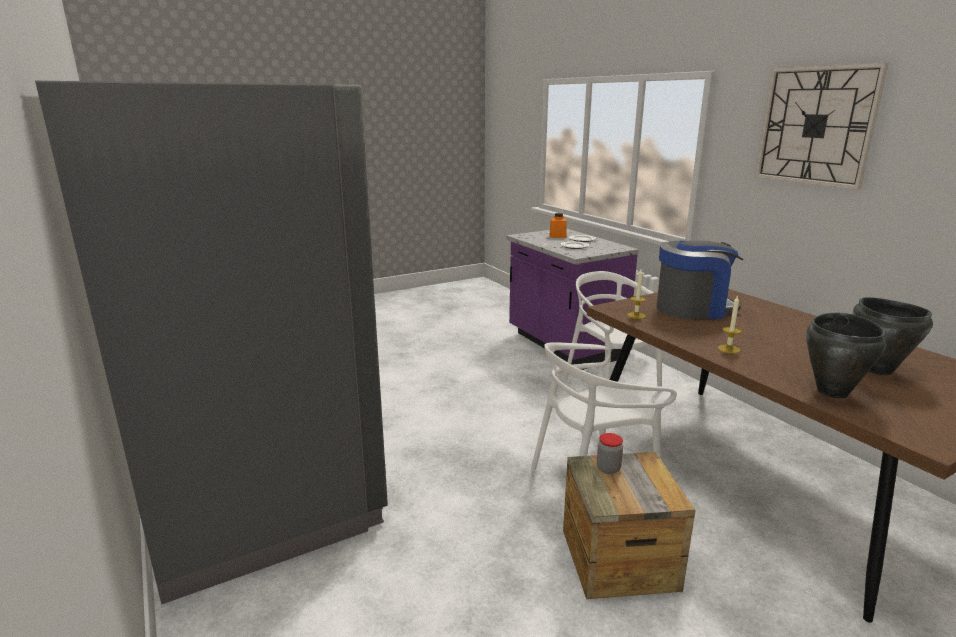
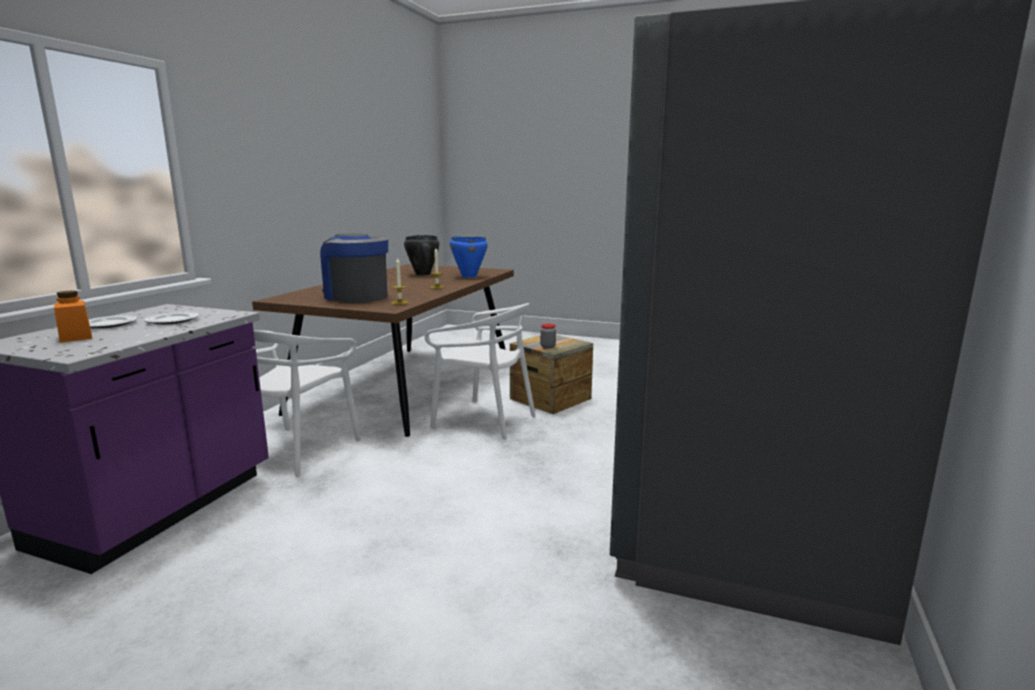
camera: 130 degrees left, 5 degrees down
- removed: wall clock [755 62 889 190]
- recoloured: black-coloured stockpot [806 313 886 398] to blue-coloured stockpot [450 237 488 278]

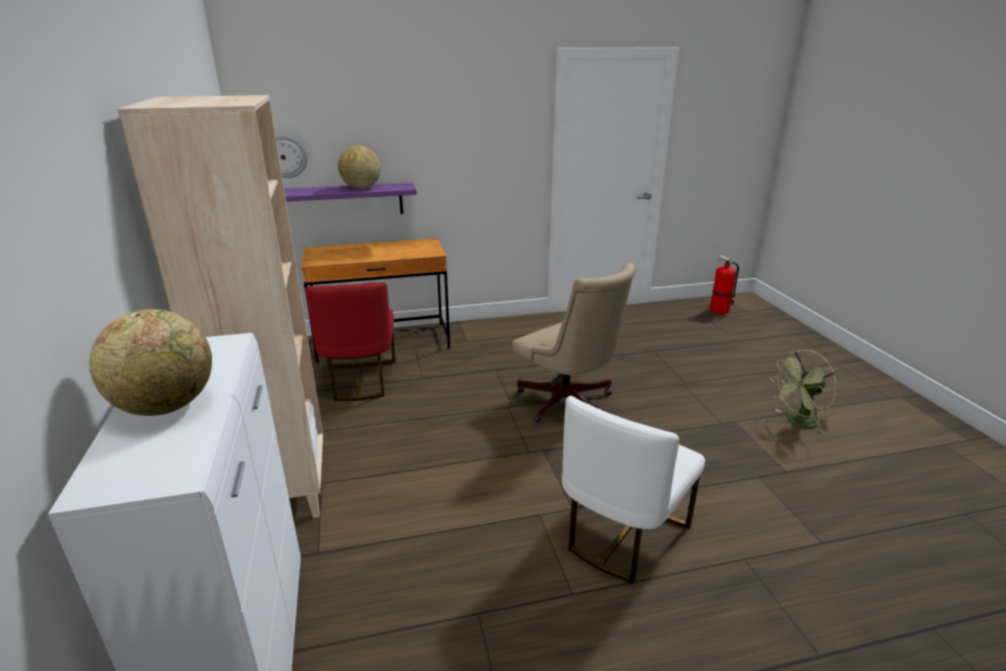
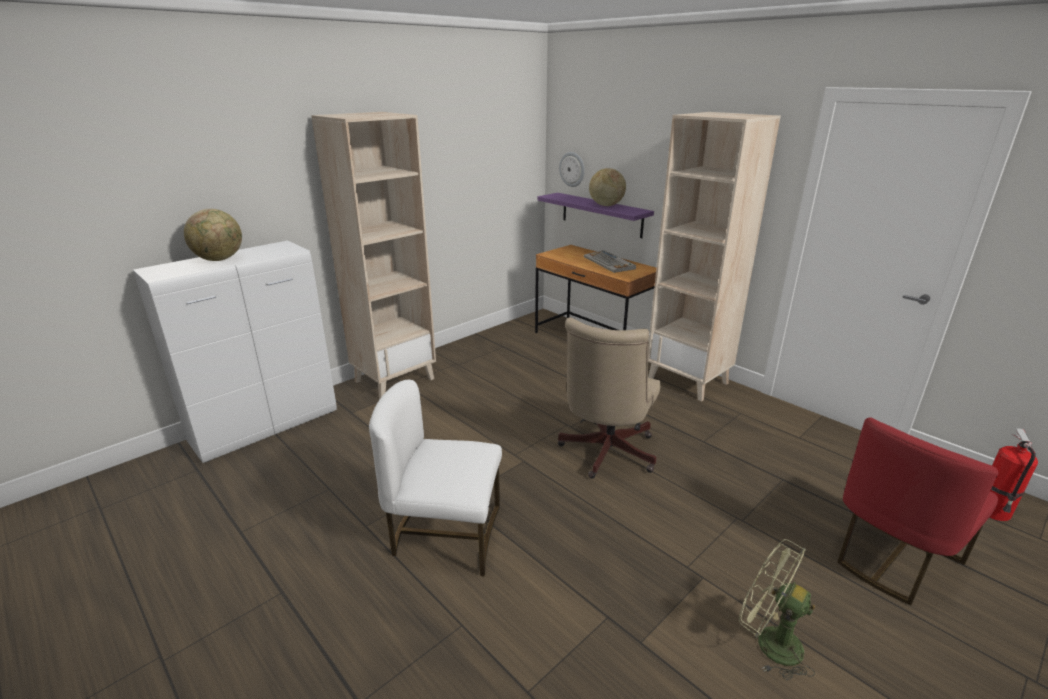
camera: 60 degrees right, 0 degrees up
- added: PC keyboard [584 250 636 273]
- added: beige-coloured bookcase [648 112 781 402]
- moved: reddish plain chair [305 282 396 401] to [837 417 998 605]

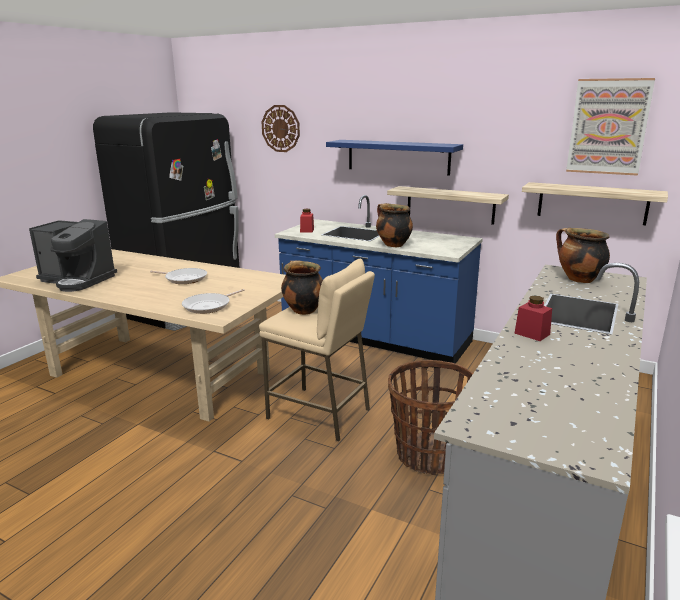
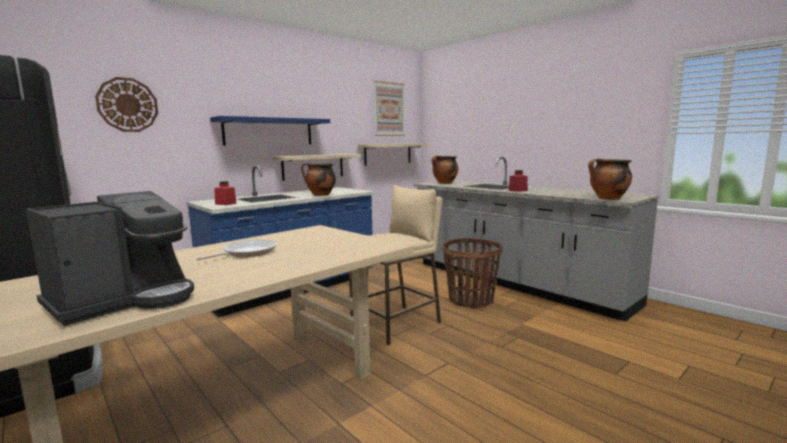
camera: 70 degrees left, 10 degrees down
- removed: frying pan [182 289 244 314]
- moved: stockpot [281 260 323 315] to [588 158 632 200]

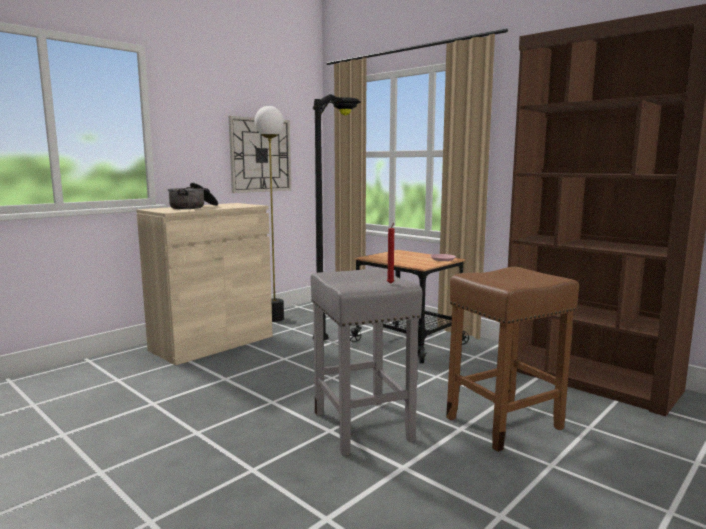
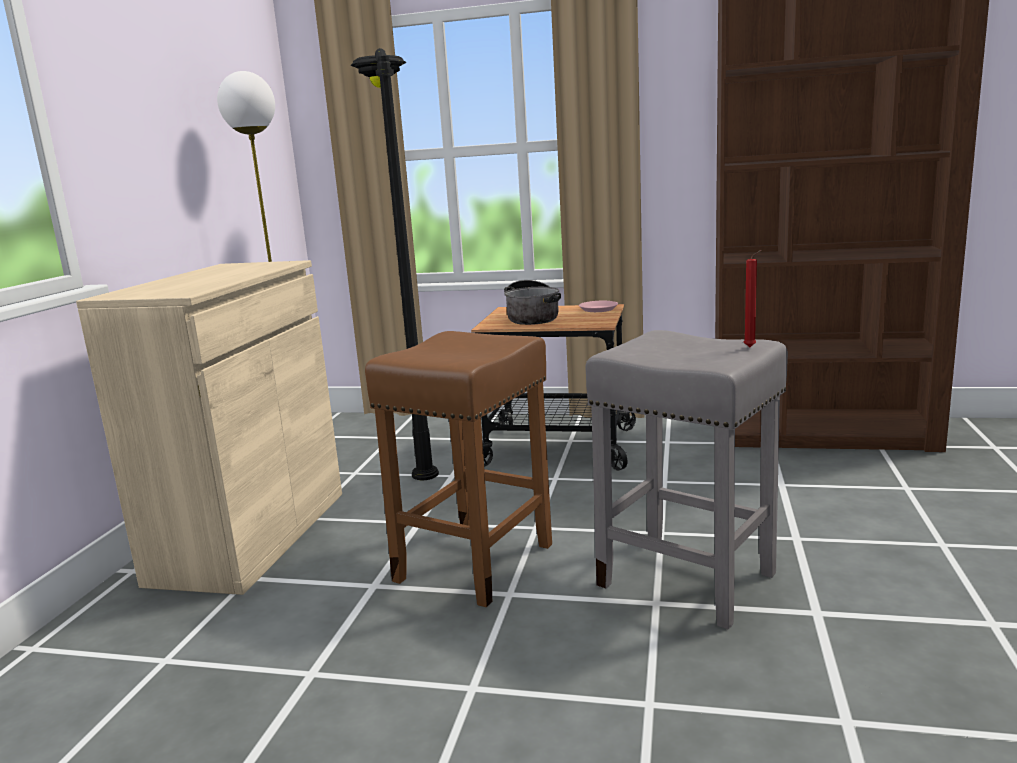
camera: 30 degrees left, 5 degrees up
- removed: wall clock [229 116 291 193]
- moved: stockpot [167 183 218 209] to [504 280 561 325]
- moved: brown-coloured stool seat [446 267 579 452] to [365 331 552 607]

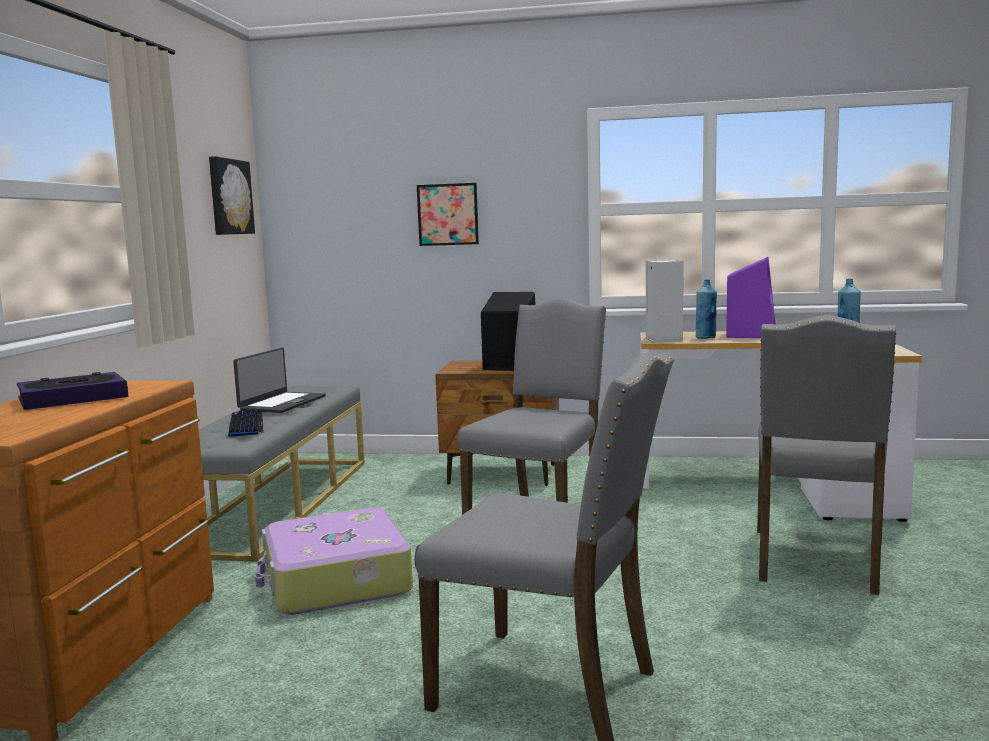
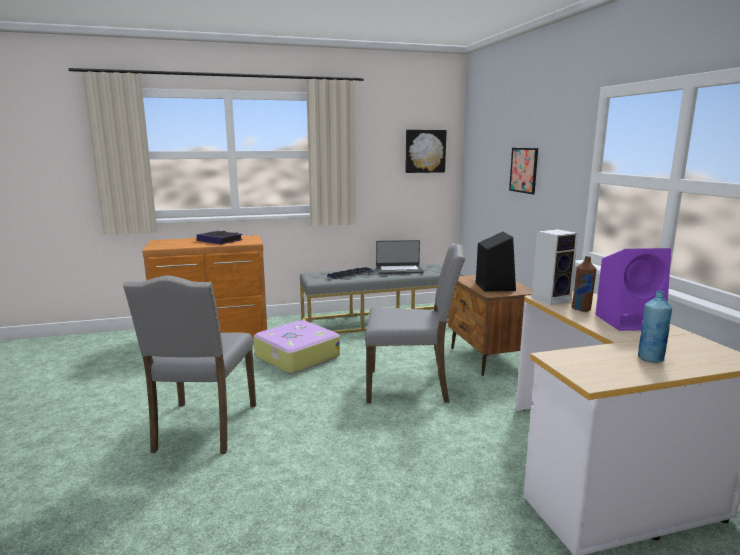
camera: 65 degrees right, 5 degrees up
- removed: greyish plain chair [757 315 897 595]
- recoloured: blue-coloured bottle [696 280 717 339] to brown-coloured bottle [572 256 596 312]

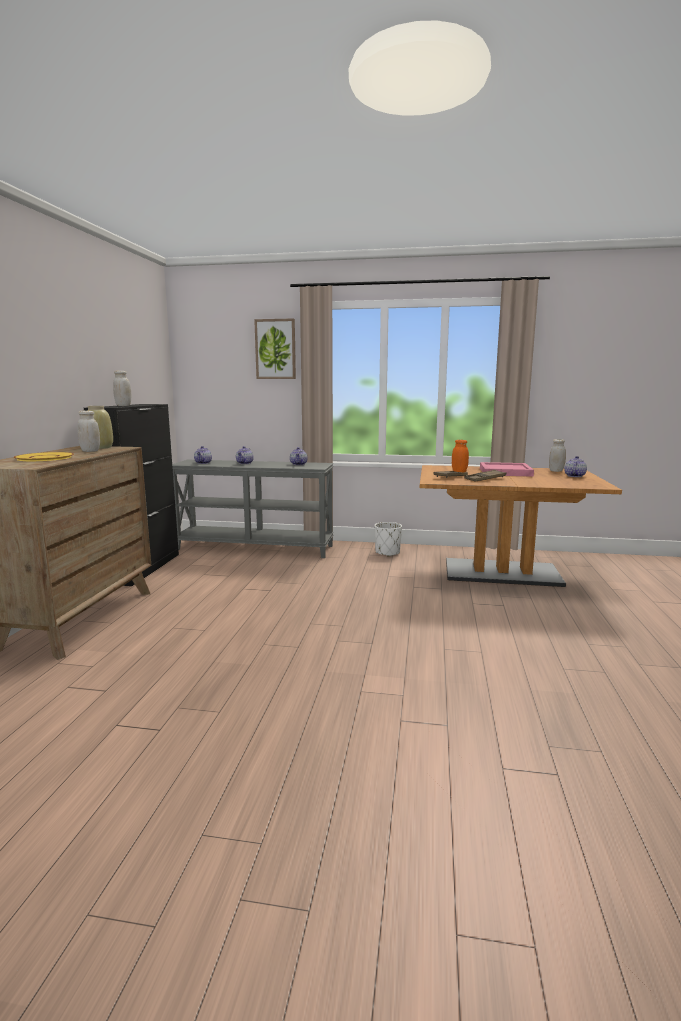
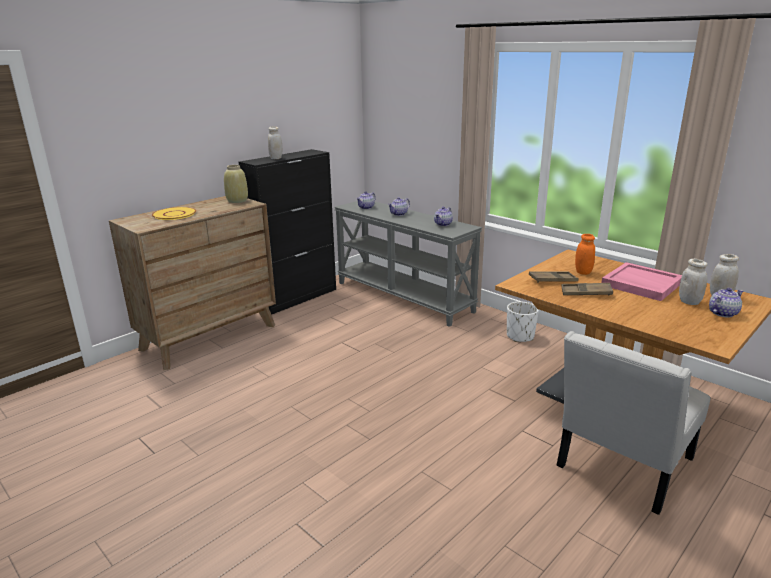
camera: 35 degrees right, 10 degrees up
- removed: wall art [254 318 296 379]
- added: white plain chair [556 331 710 515]
- moved: white jar [77 410 100 452] to [679 259 707 305]

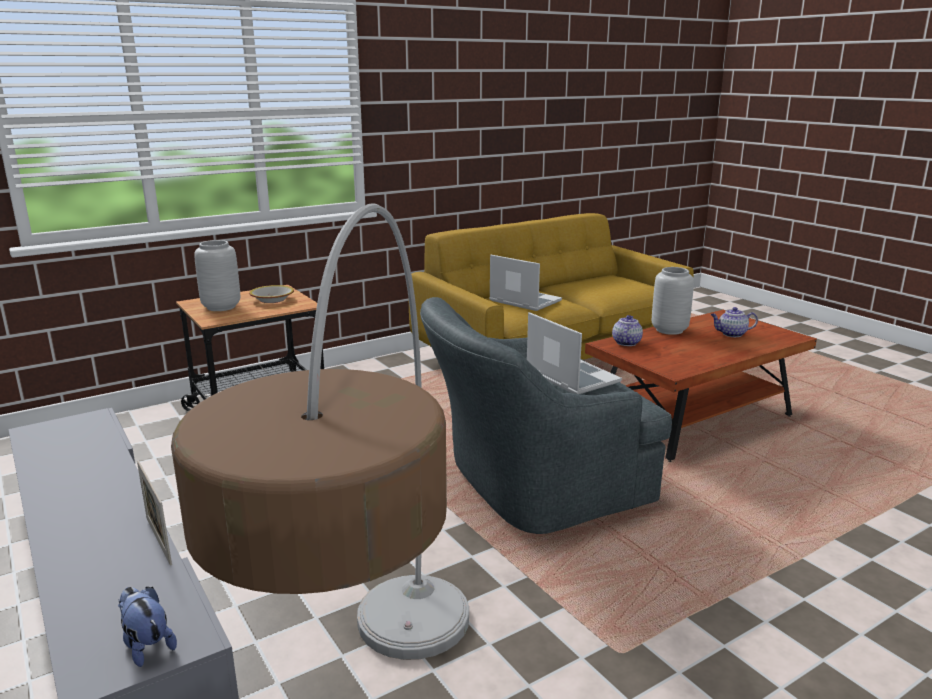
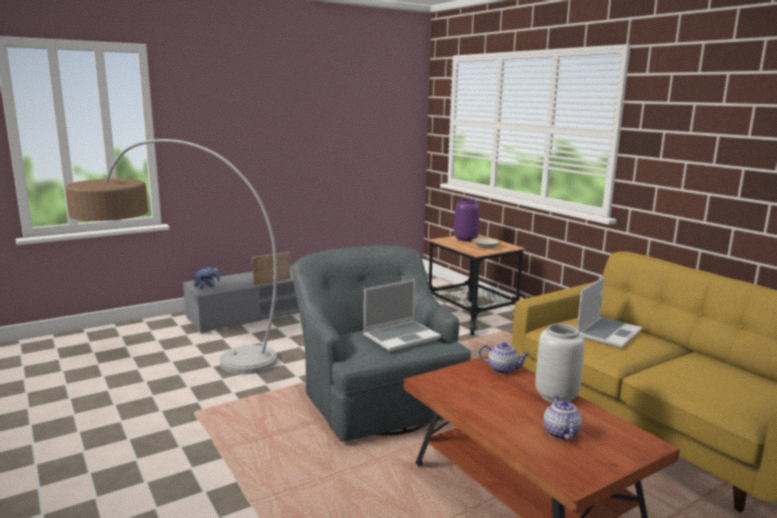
camera: 90 degrees right, 5 degrees down
- recoloured: greyish decorative vase [194 240 240 311] to purplish decorative vase [454 199 480 242]

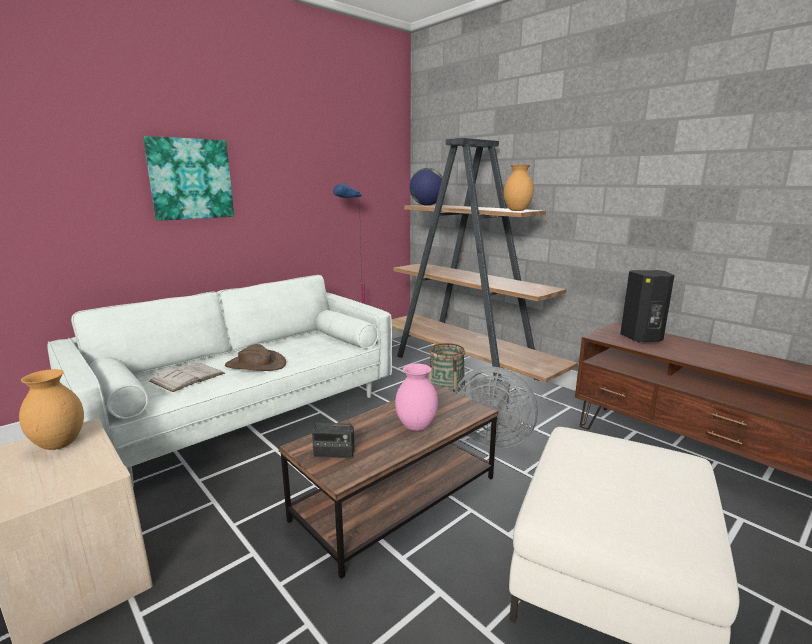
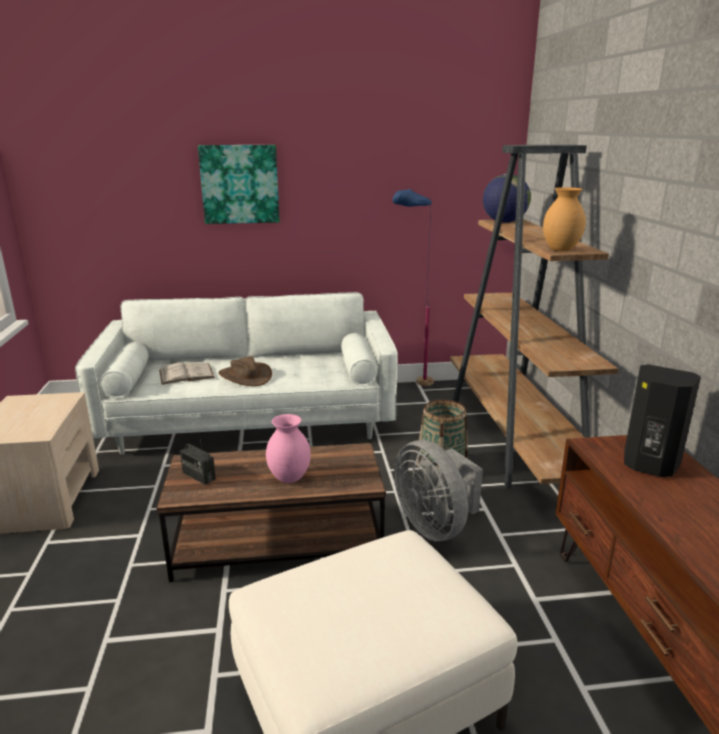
camera: 35 degrees right, 5 degrees up
- removed: brown-coloured decorative vase [19 369 84 450]

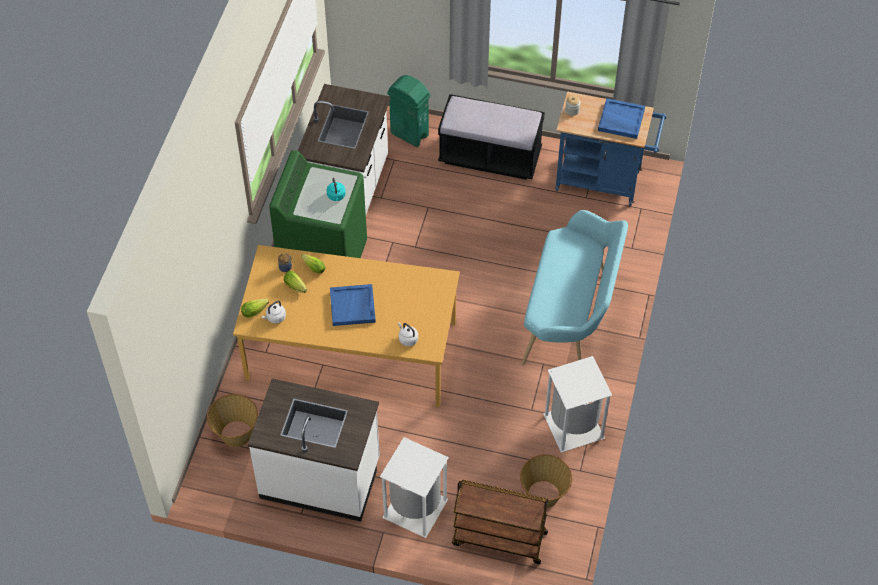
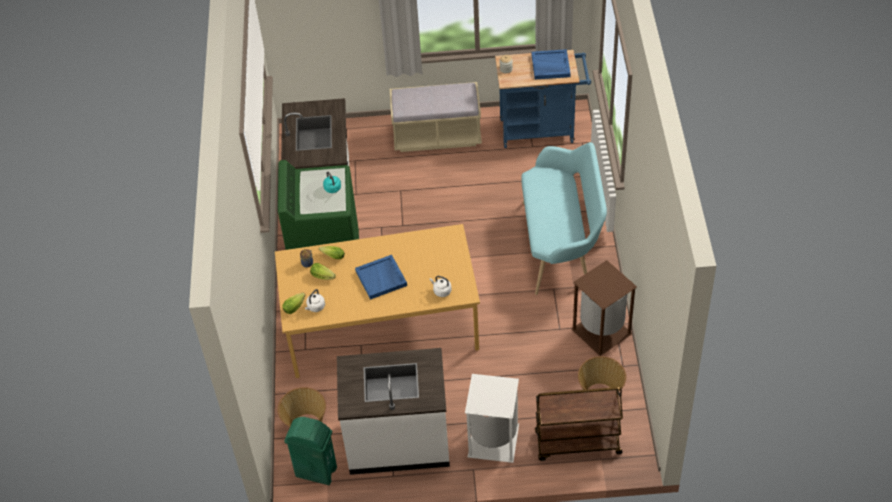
camera: 15 degrees left, 5 degrees down
- moved: greenish trash can [387 75 430 147] to [284 417 337 485]
- recoloured: black-coloured long seat [438 94 545 180] to beige-coloured long seat [390 82 482 152]
- recoloured: white trash can [543 356 612 453] to brown-coloured trash can [571 260 637 356]

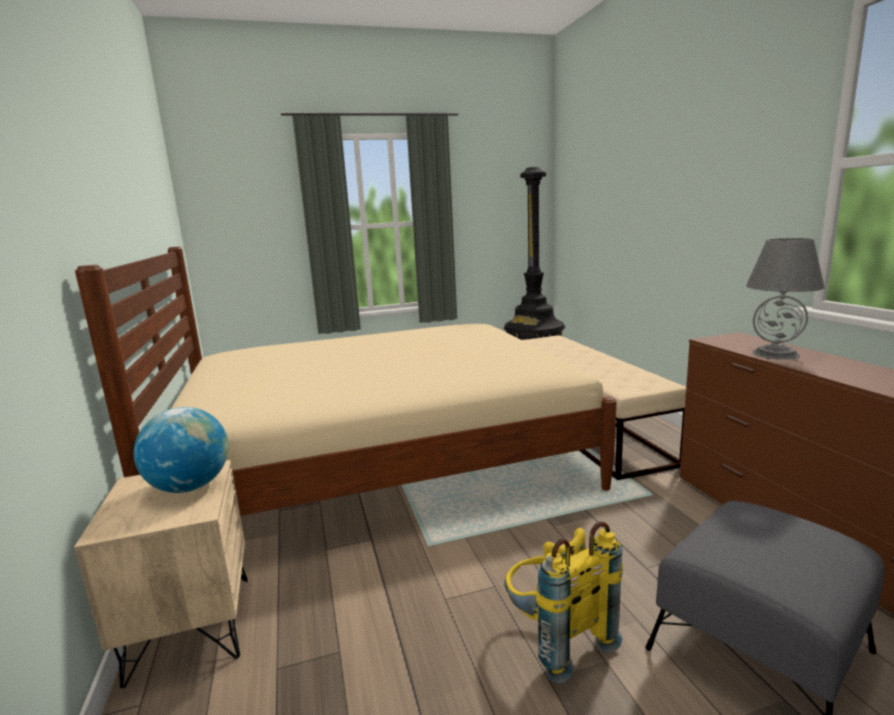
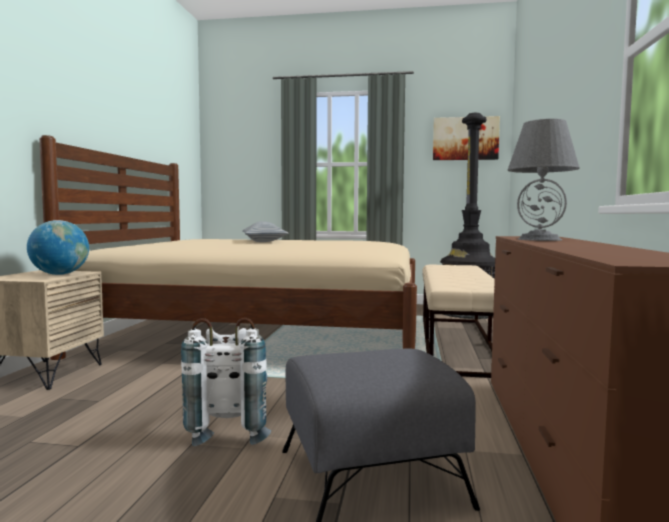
camera: 25 degrees right, 10 degrees down
- added: throw pillow [242 221 289 242]
- added: wall art [433 116 500 160]
- recoloured: yellow-coloured knapsack [504 521 623 683] to white knapsack [181 318 271 446]

